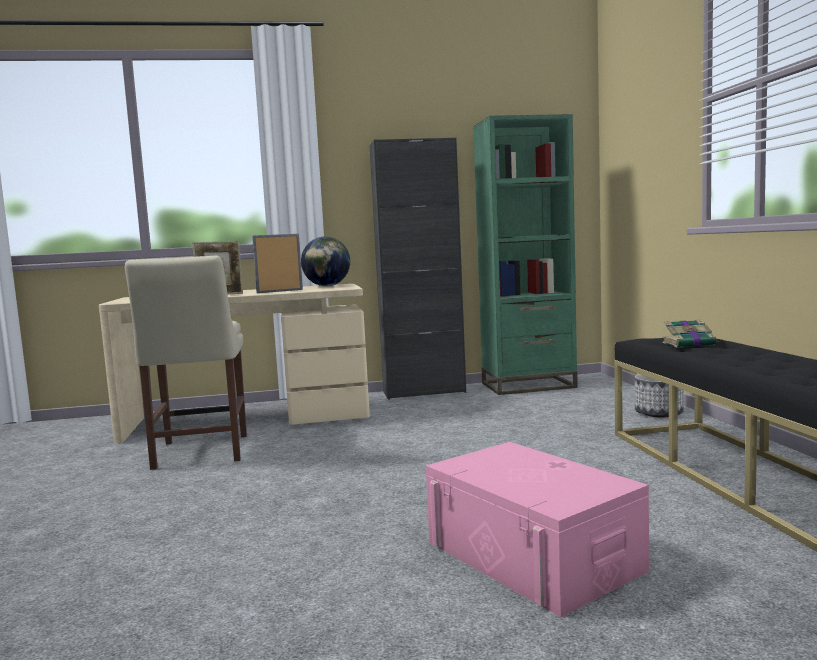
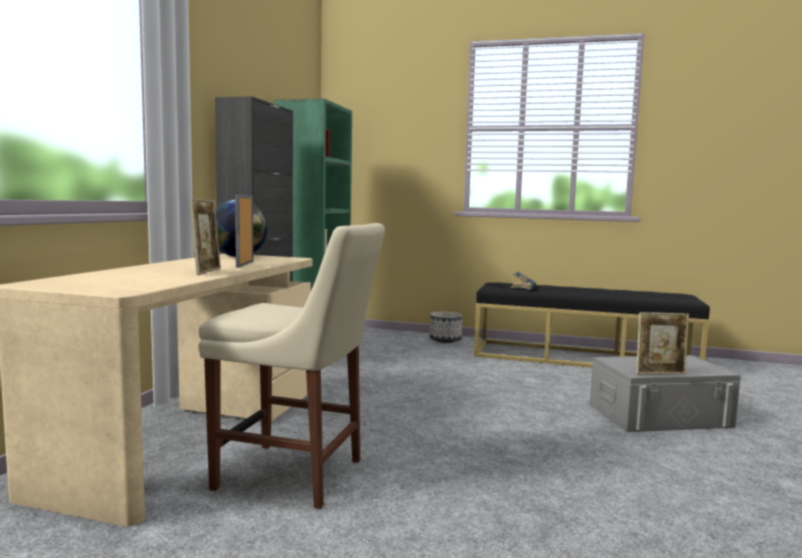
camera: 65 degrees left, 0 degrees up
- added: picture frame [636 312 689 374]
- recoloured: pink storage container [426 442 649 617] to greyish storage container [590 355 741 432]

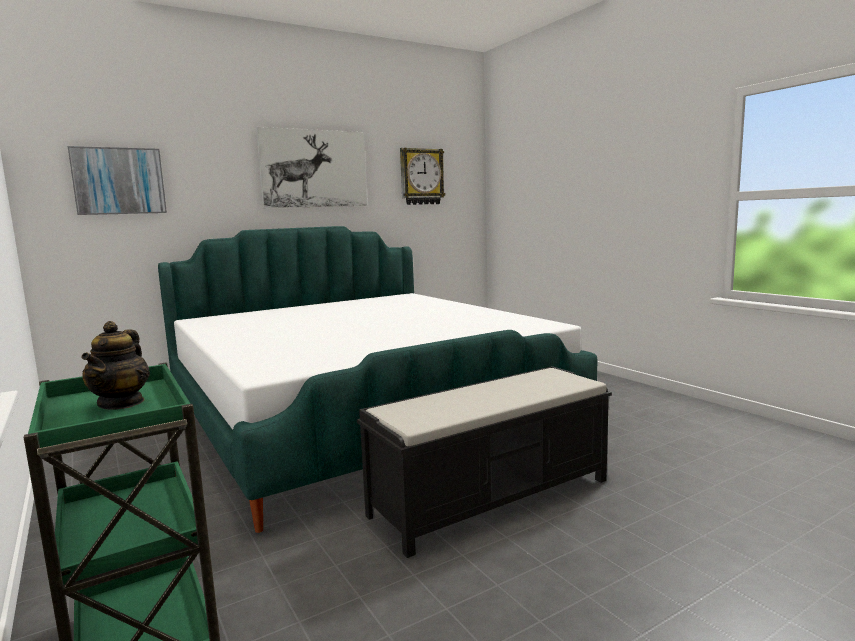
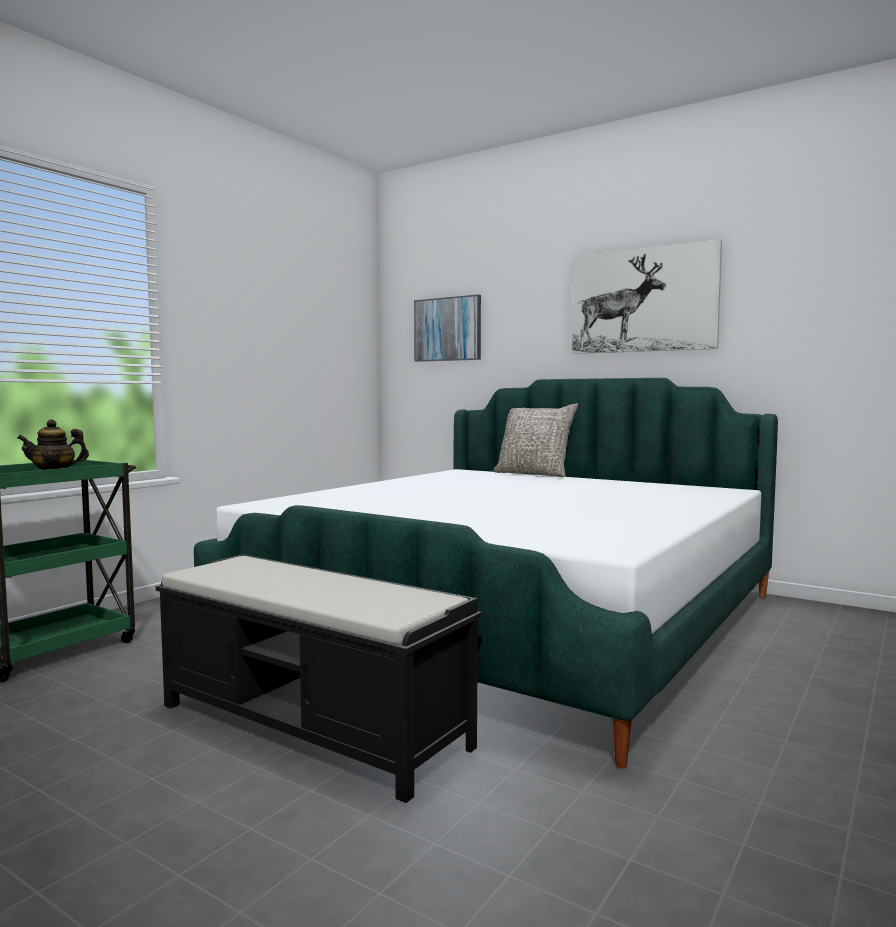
camera: 65 degrees right, 5 degrees down
- removed: wall clock [400 147 445 205]
- added: greyish throw pillow [493 403 578 477]

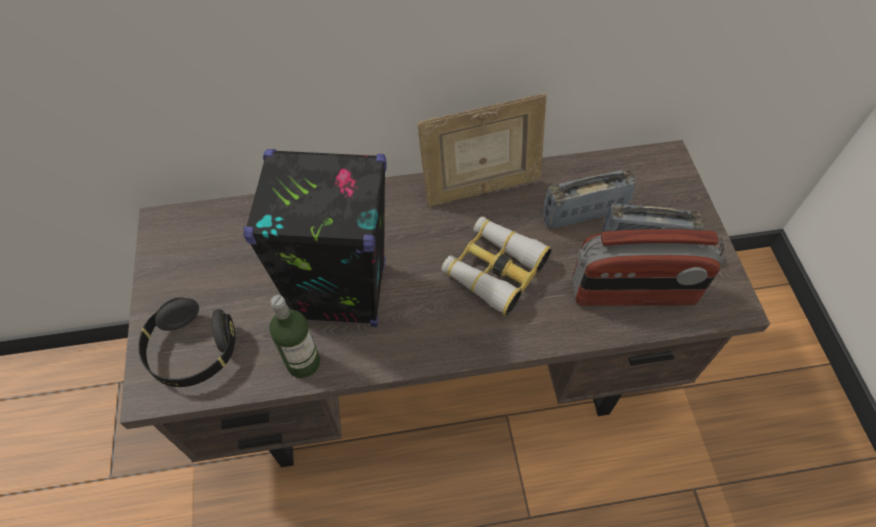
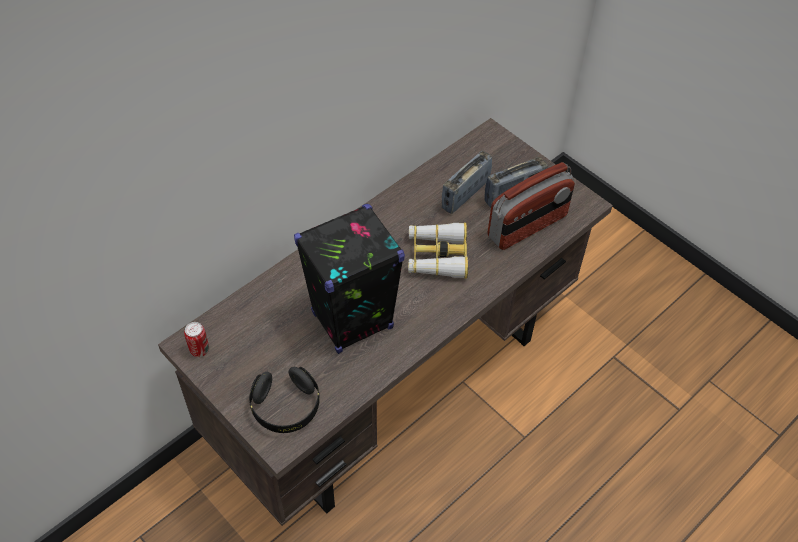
camera: 35 degrees left, 5 degrees down
- removed: bottle [269 295 320 378]
- removed: picture frame [417 93 546 207]
- added: sealed can [184 322 209 357]

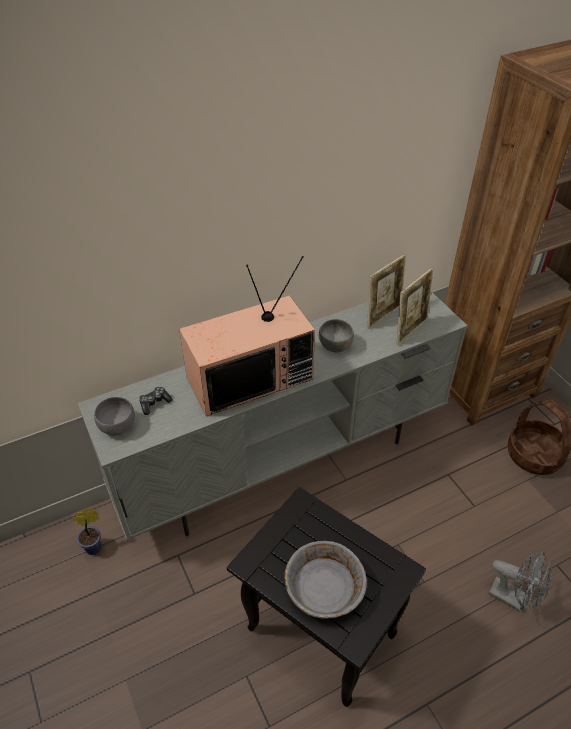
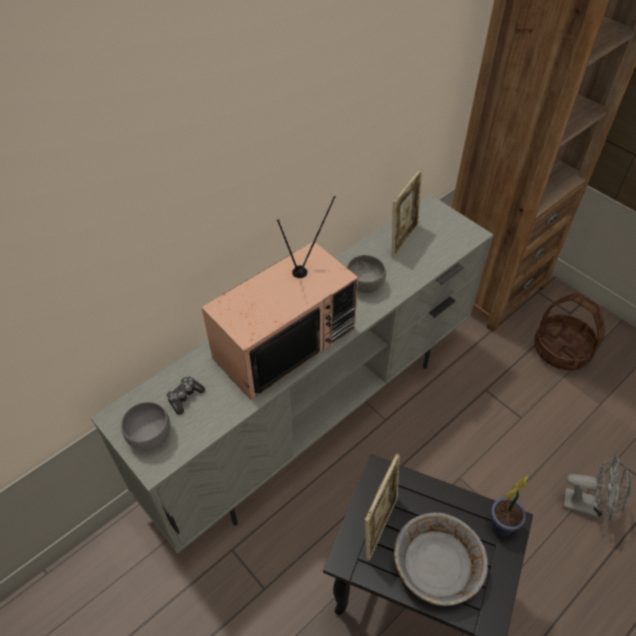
camera: 15 degrees left, 5 degrees up
- moved: potted plant [73 509 101 555] to [491 475 529 536]
- moved: picture frame [396 267 433 345] to [365 453 400 561]

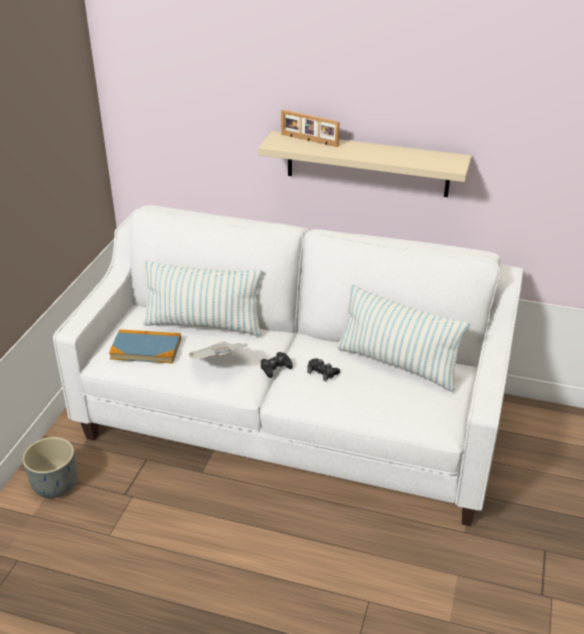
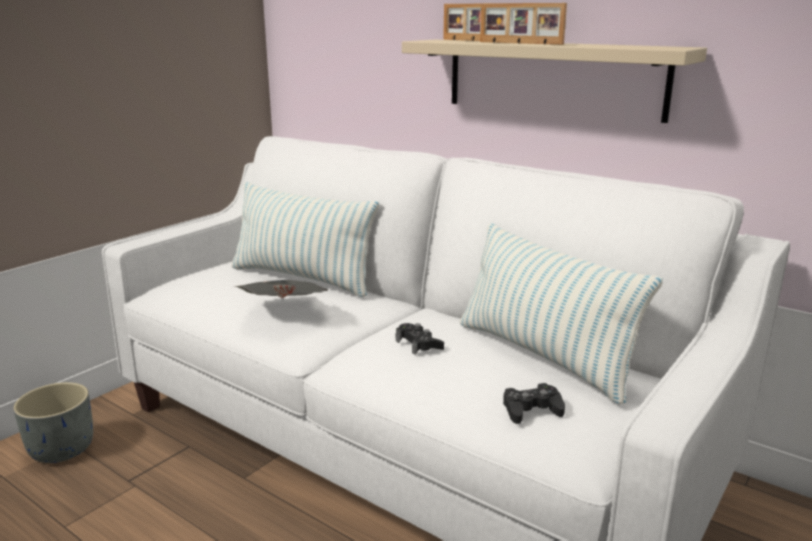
camera: 20 degrees right, 15 degrees down
- removed: book [109 329 181 363]
- added: picture frame [480 3 567 45]
- moved: black-coloured game controller [261 352 292 378] to [503 383 565 424]

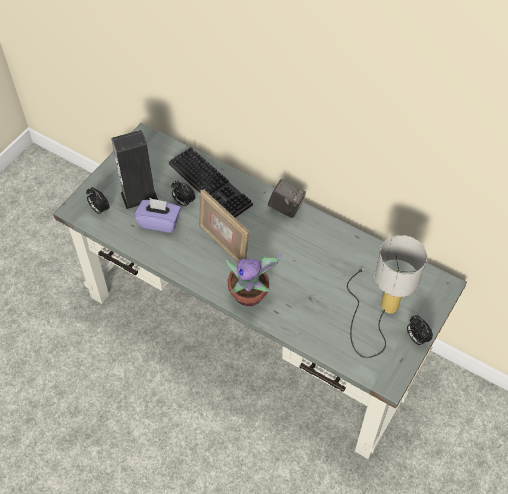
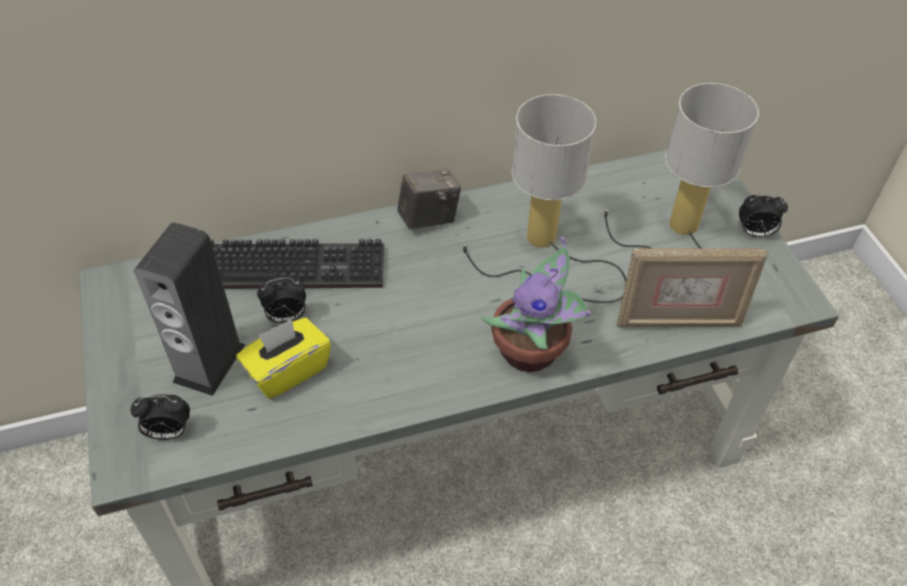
camera: 50 degrees left, 5 degrees down
- added: table lamp [463 94 626 303]
- moved: picture frame [199 190 249 262] to [617 248 769 327]
- recoloured: purplish tissue box [134 198 181 233] to yellow-coloured tissue box [236 318 331 399]

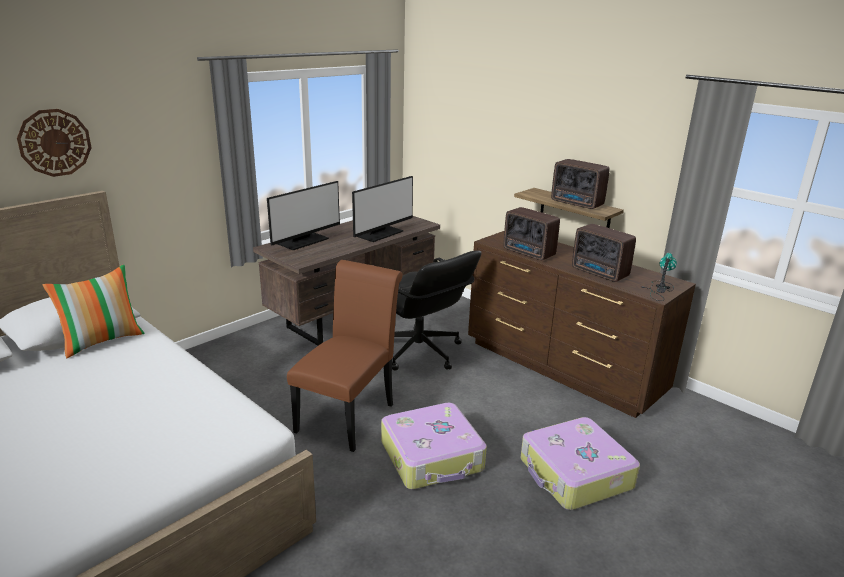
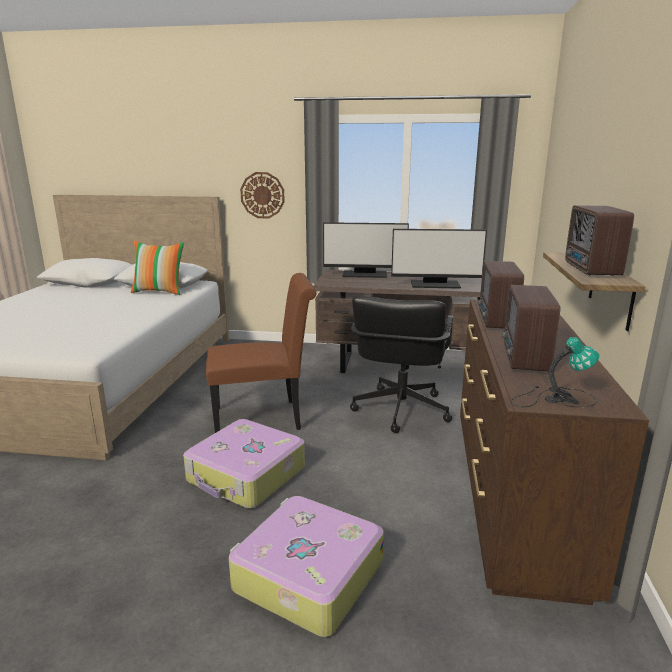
camera: 55 degrees right, 5 degrees down
- moved: wall clock [17 109 92 177] to [240 172 285 218]

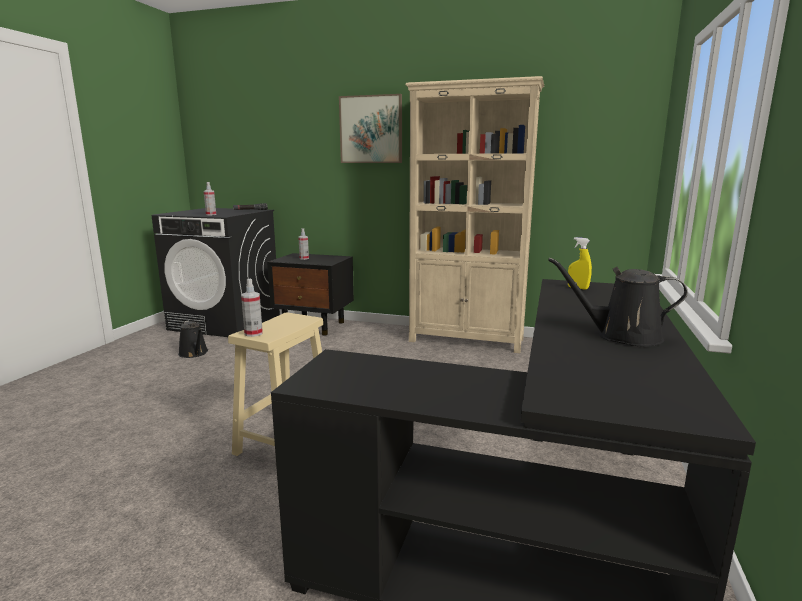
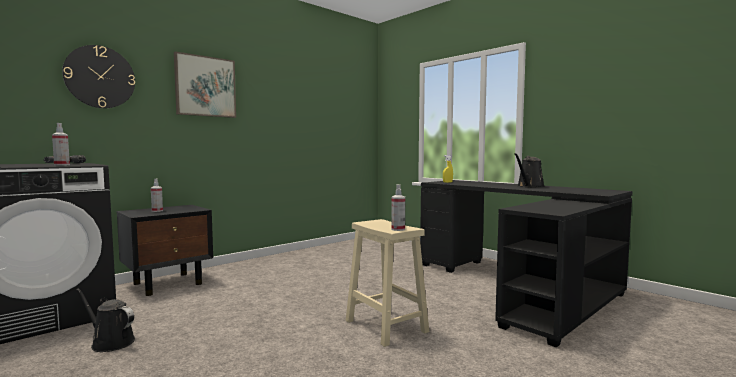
camera: 60 degrees left, 10 degrees down
- removed: beige-coloured bookcase [405 76 544 353]
- added: wall clock [62 45 135 108]
- turned: black-coloured sprinkling can [178 320 208 358] = [76 288 135 352] 150 degrees counterclockwise

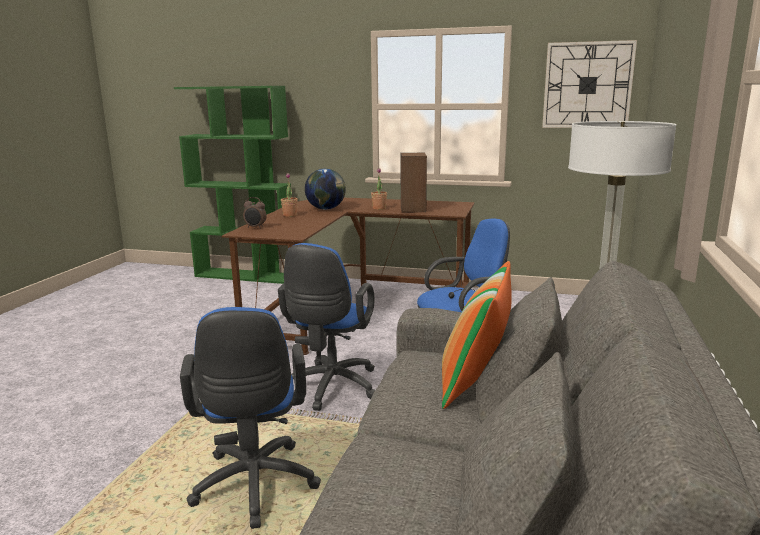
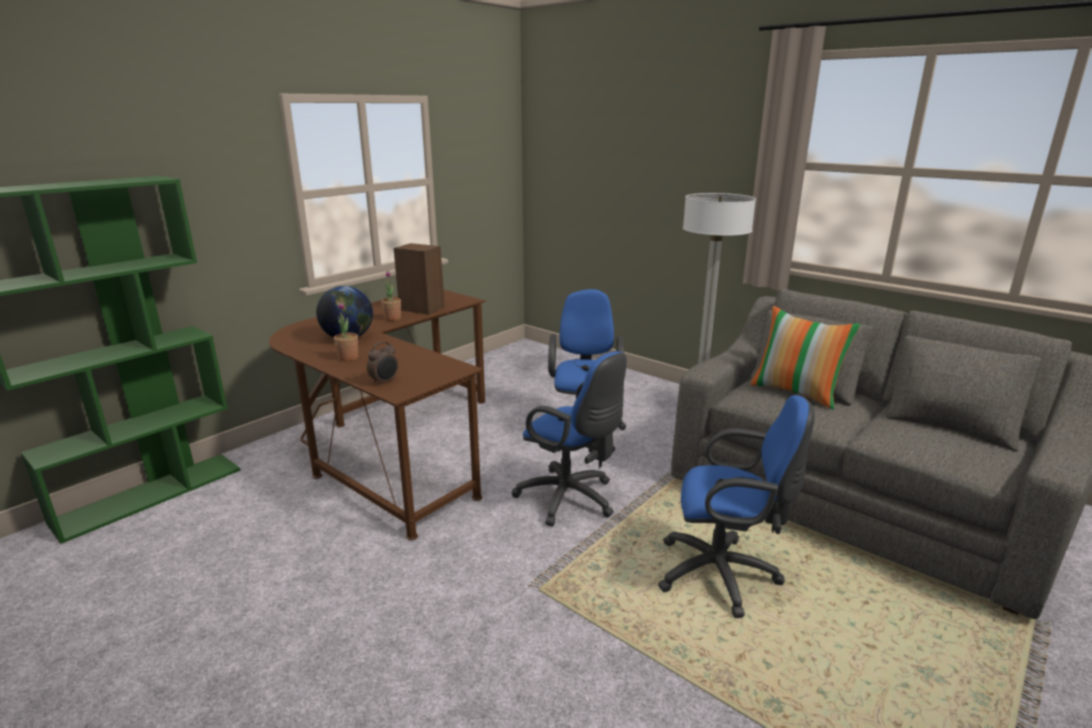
camera: 65 degrees left, 5 degrees up
- removed: wall clock [542 40 637 128]

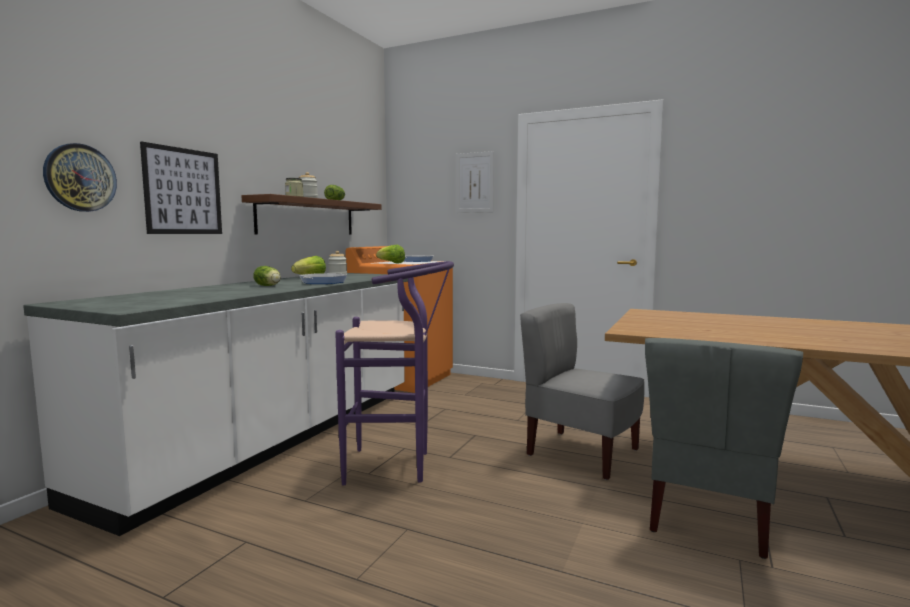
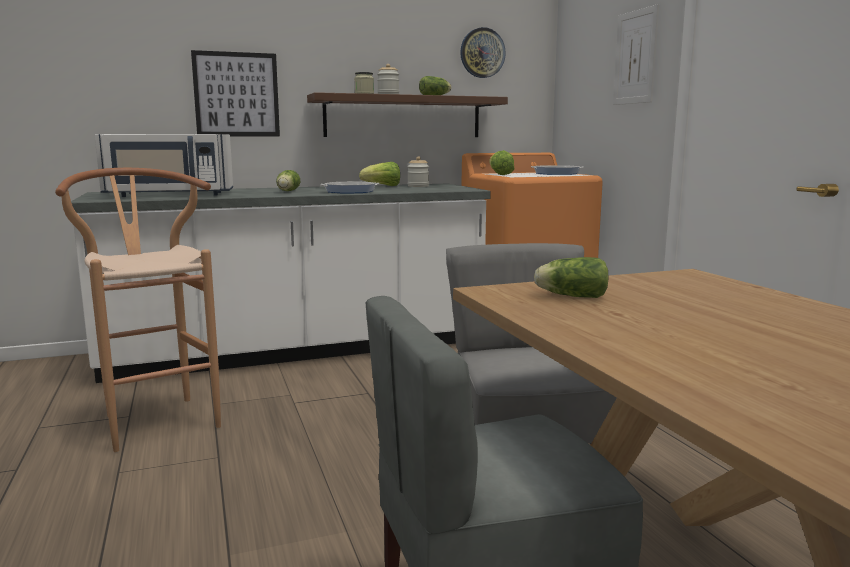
camera: 45 degrees right, 5 degrees up
- removed: purplish stool seat [335 261 454 485]
- added: brown-coloured stool seat [55 168 221 452]
- added: white microwave oven [95 134 233 197]
- added: lettuce [534 257 609 298]
- moved: wall clock [43 143 117 212] to [460 27 506 78]

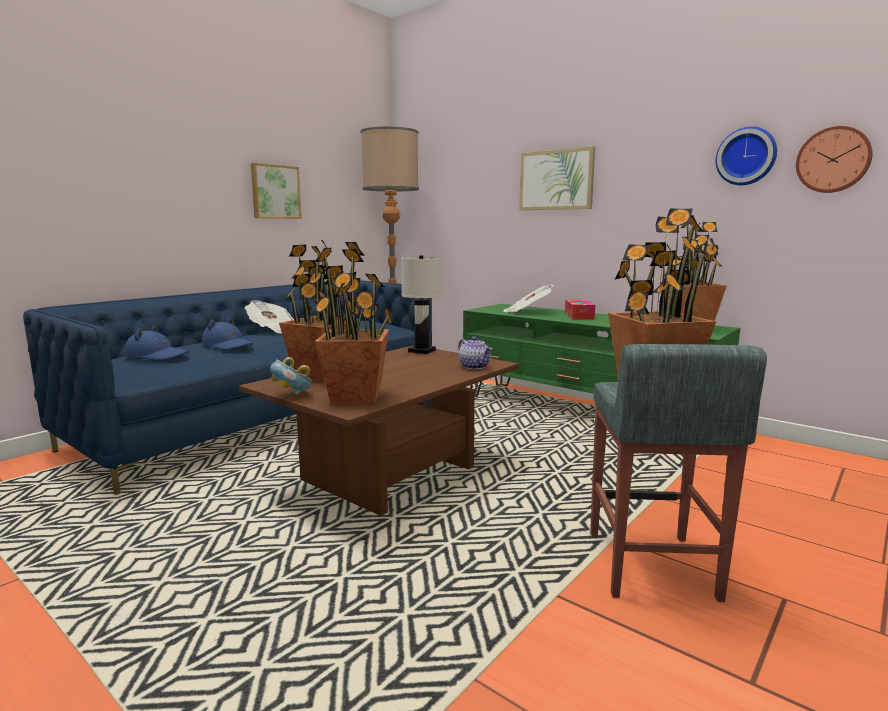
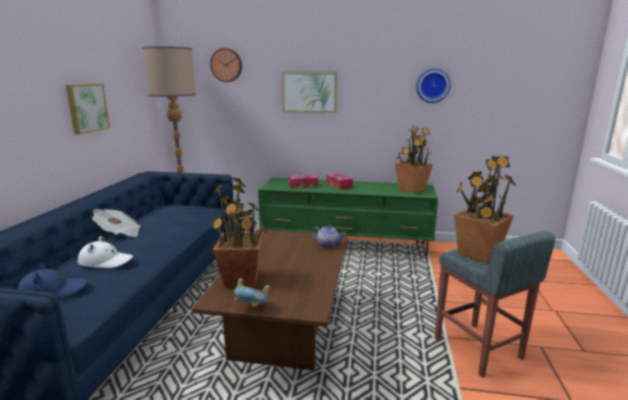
camera: 30 degrees left, 5 degrees up
- removed: potted plant [312 242 394 405]
- removed: white table lamp [401 255 442 354]
- moved: wall clock [796 126 873 193] to [210 48 242 82]
- replaced: printed paper [503 284 554 312] to tissue box [288 174 318 188]
- recoloured: blue-coloured wearable hat [202 317 254 350] to white wearable hat [78 236 133 268]

